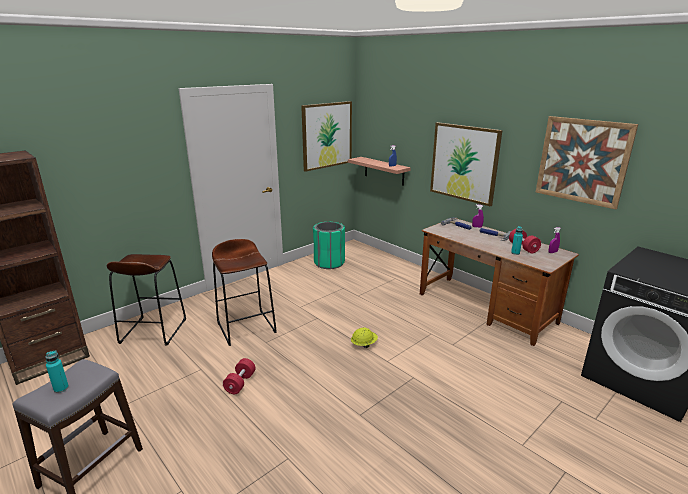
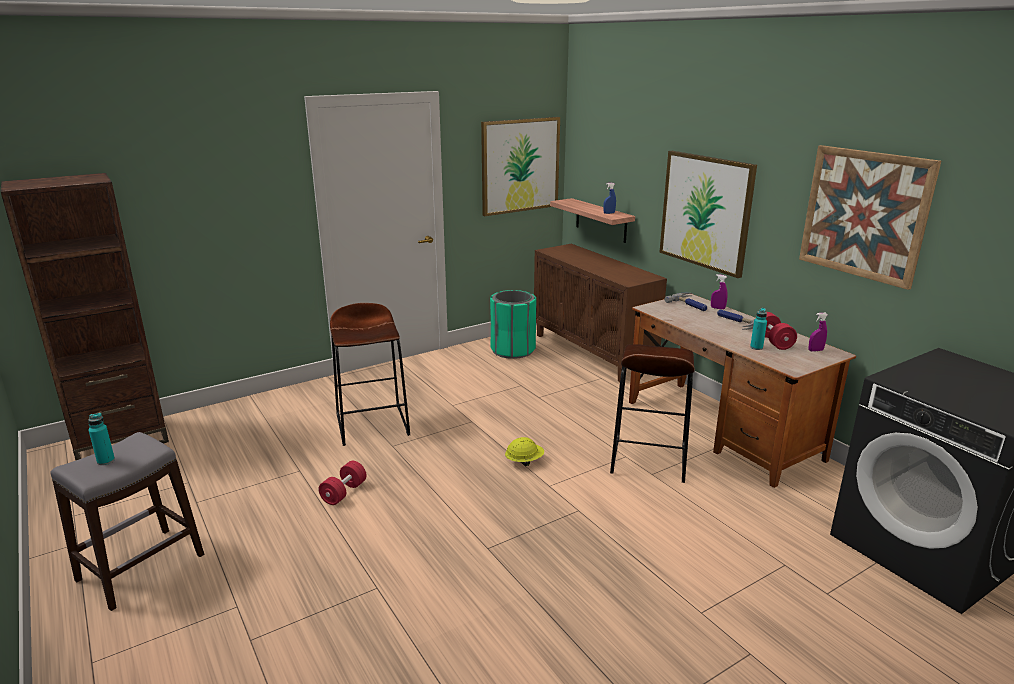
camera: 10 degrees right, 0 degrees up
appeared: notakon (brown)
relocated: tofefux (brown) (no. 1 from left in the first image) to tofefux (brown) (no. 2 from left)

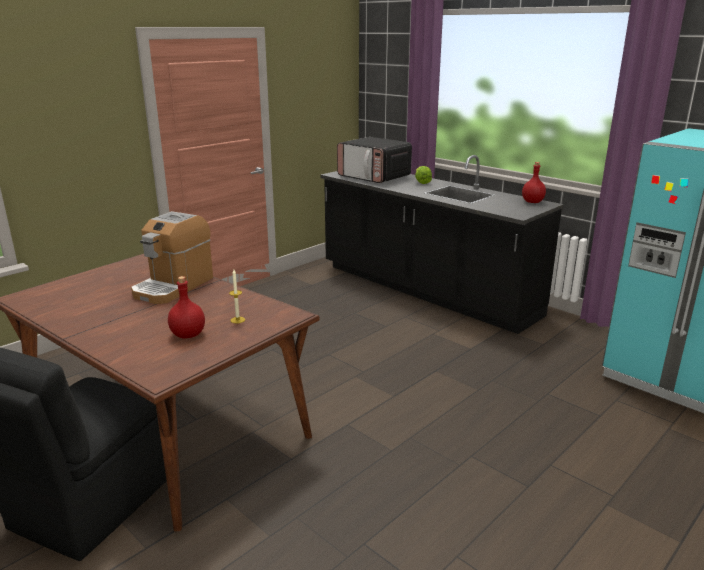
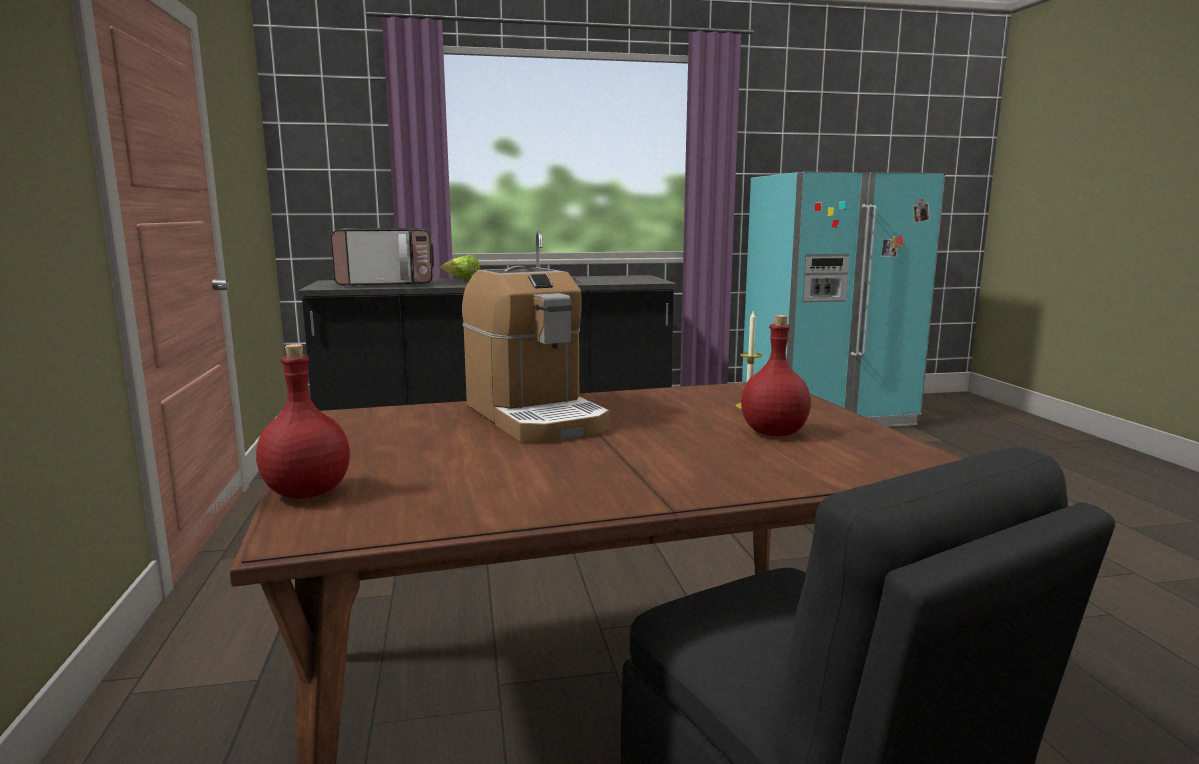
camera: 55 degrees left, 10 degrees down
relocated: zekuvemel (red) (no. 2 from left in the first image) to zekuvemel (red) (no. 1 from left)

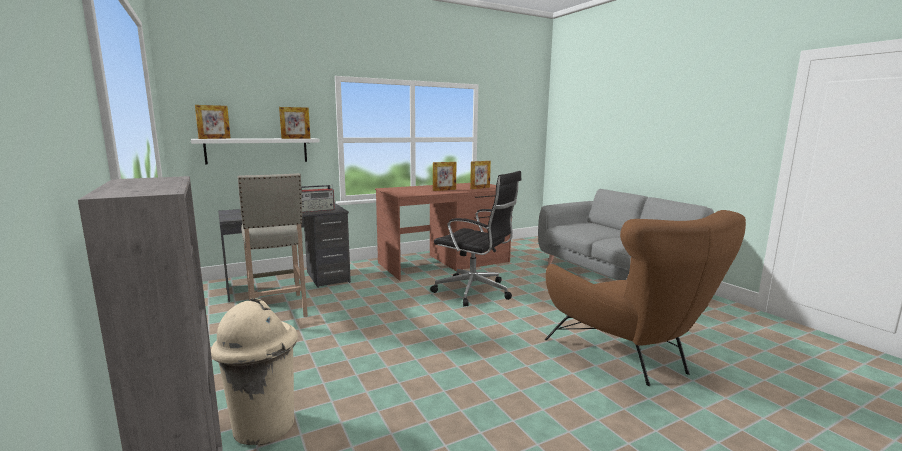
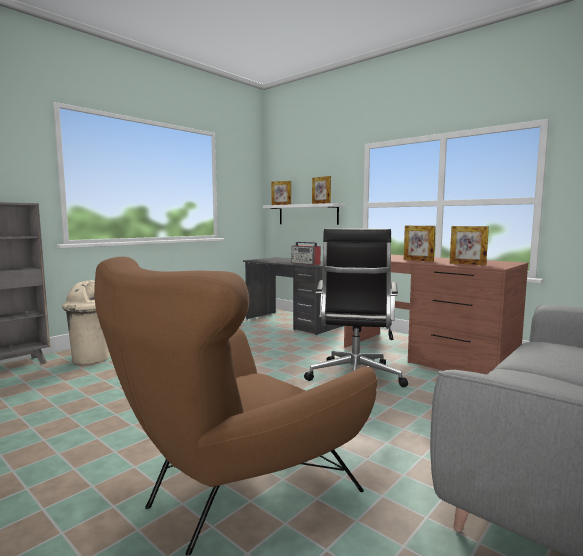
camera: 70 degrees right, 5 degrees down
missing: tofefux (beige)

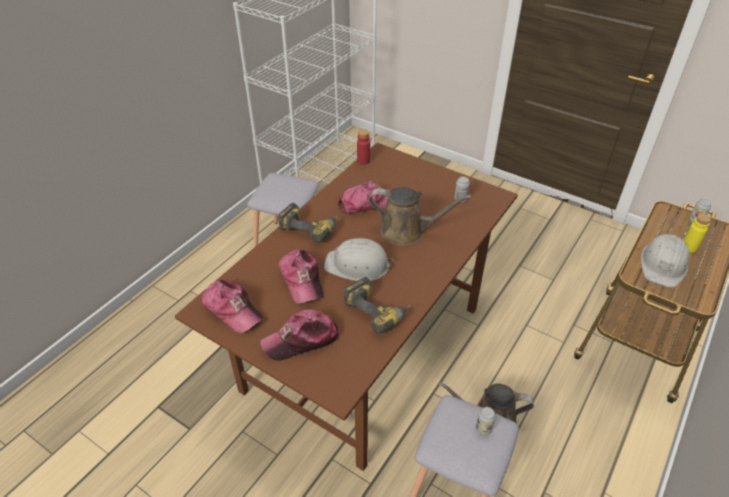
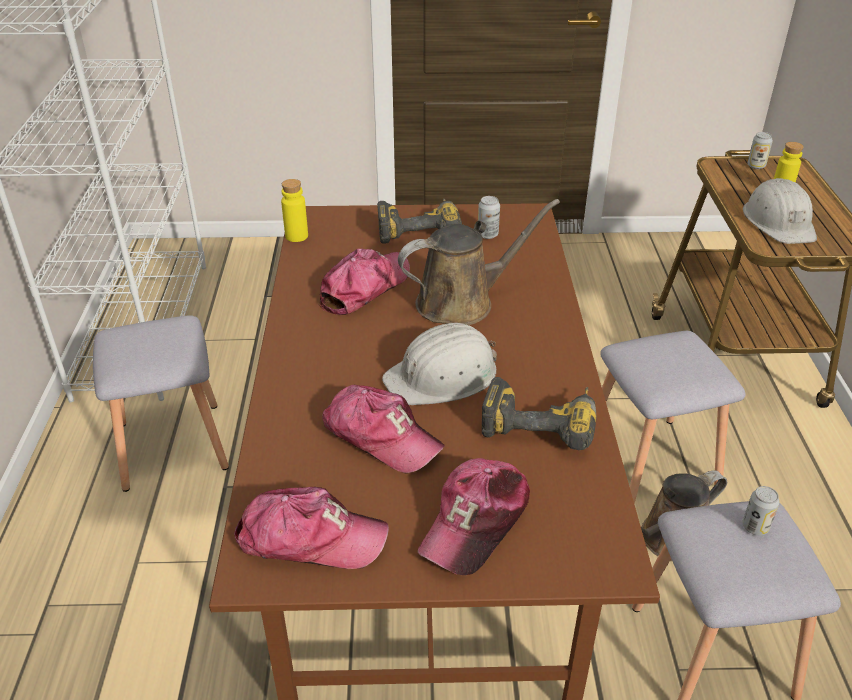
camera: 35 degrees left, 5 degrees down
appeared: tofefux (grey) (no. 2 from left)
relocated: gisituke (no. 1 from left)
colour: zekuvemel (red) to zekuvemel (yellow) (no. 1 from left)

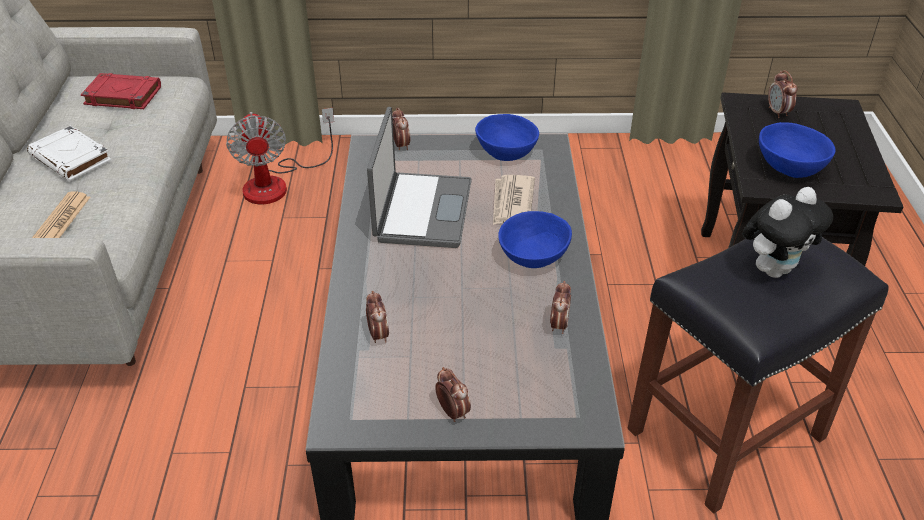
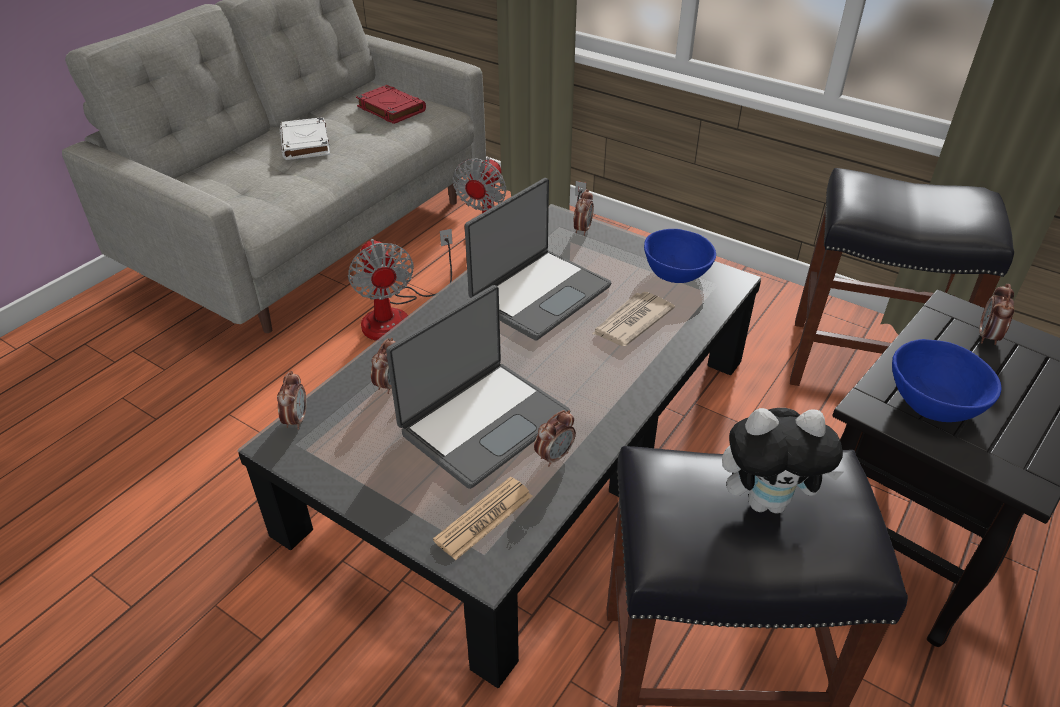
camera: 35 degrees right, 0 degrees up
missing: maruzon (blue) (no. 2 from left)
appeared: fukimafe (no. 1 from left); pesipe (no. 1 from left); tofefux (black) (no. 2 from left)
relocated: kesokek (no. 1 from left); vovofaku (no. 3 from left in the first image) to vovofaku (no. 1 from left)

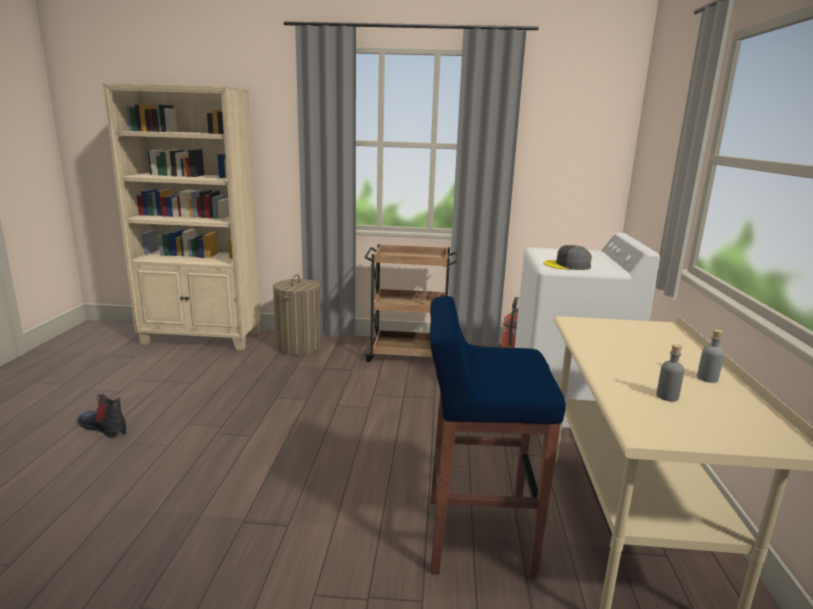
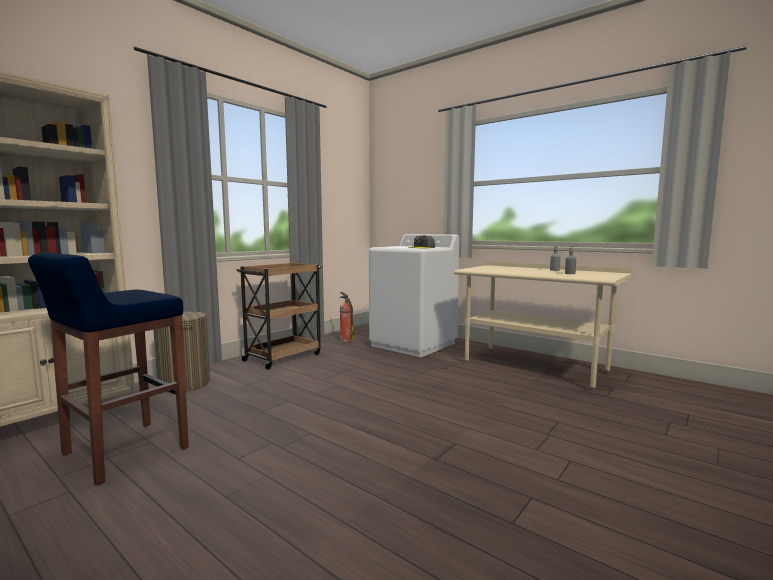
camera: 55 degrees left, 10 degrees down
missing: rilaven
relocated: tofefux (blue)

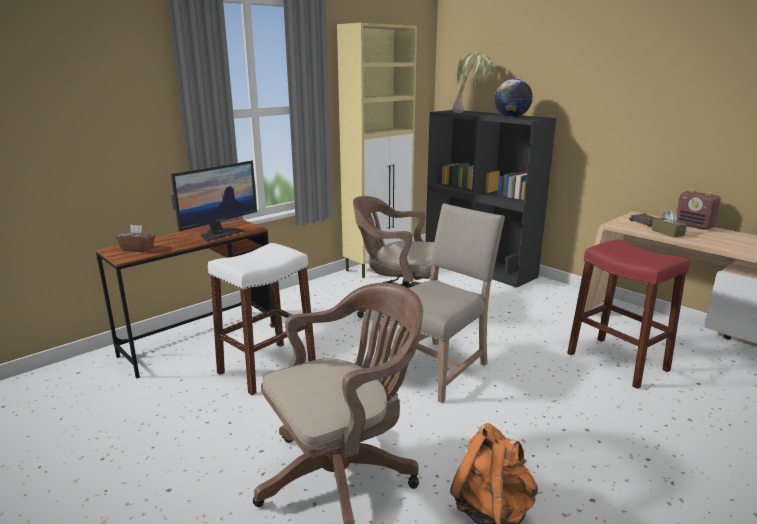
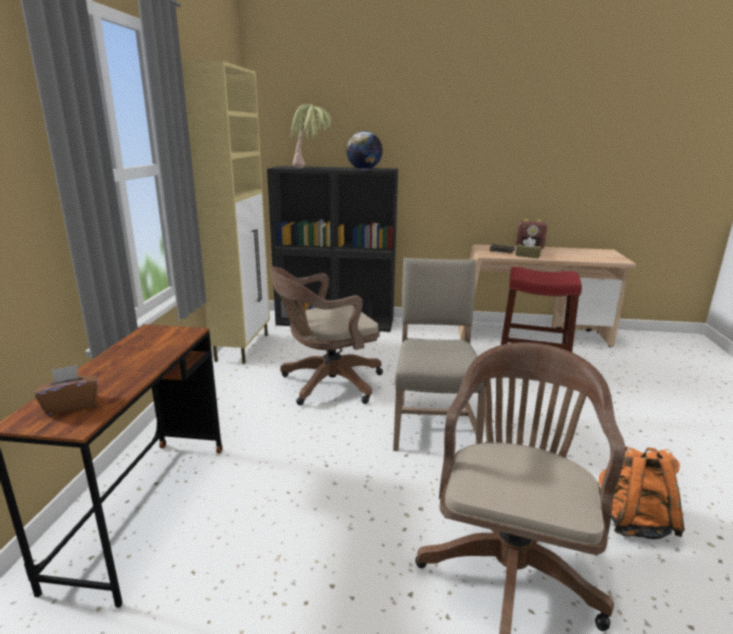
camera: 40 degrees left, 0 degrees up
missing: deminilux; tofefux (white)

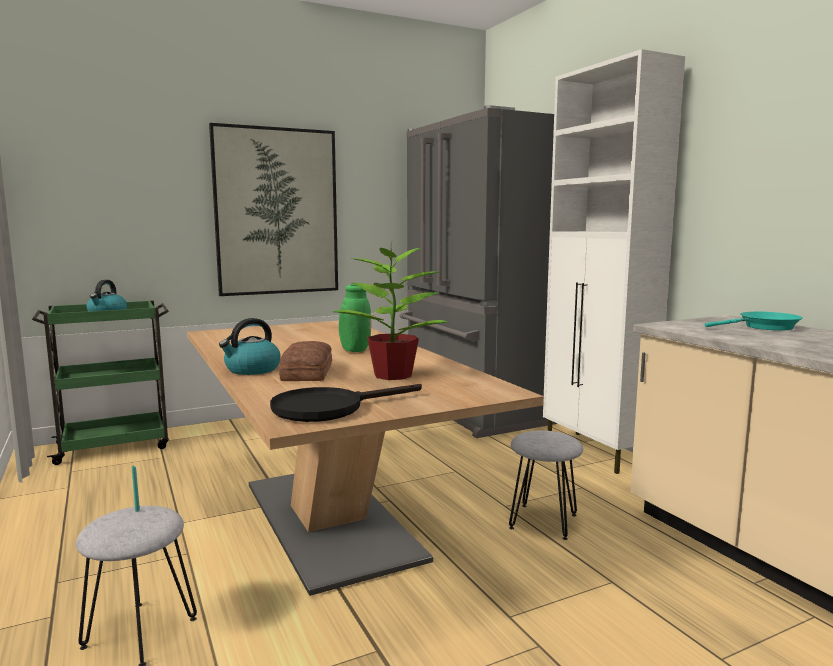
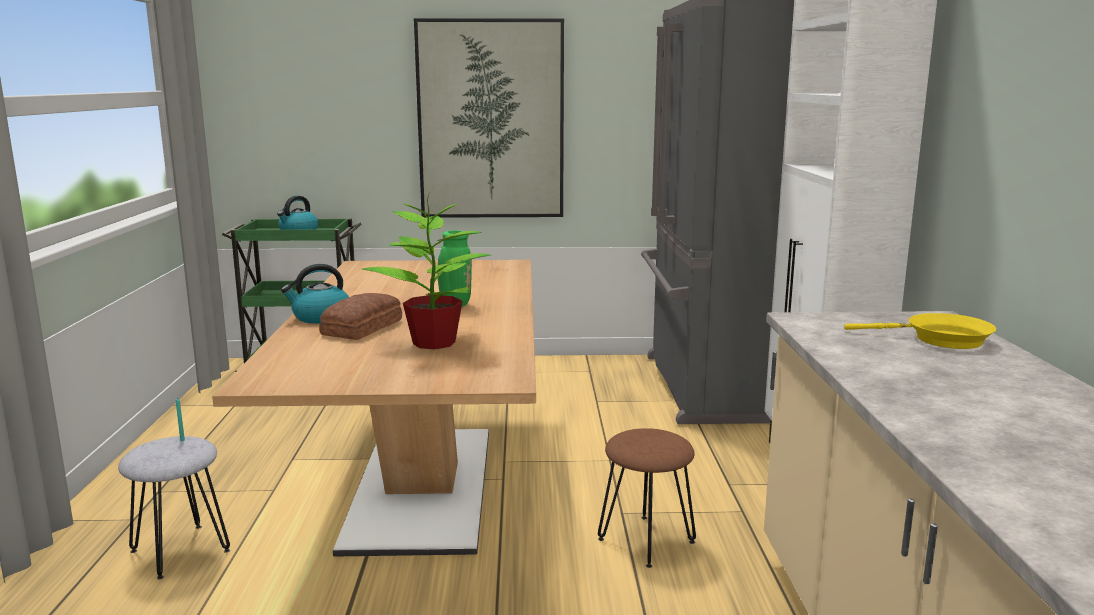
camera: 25 degrees right, 5 degrees up
missing: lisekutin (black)
colour: tofefux (grey) (no. 2 from left) to tofefux (brown); lisekutin (turquoise) to lisekutin (yellow)

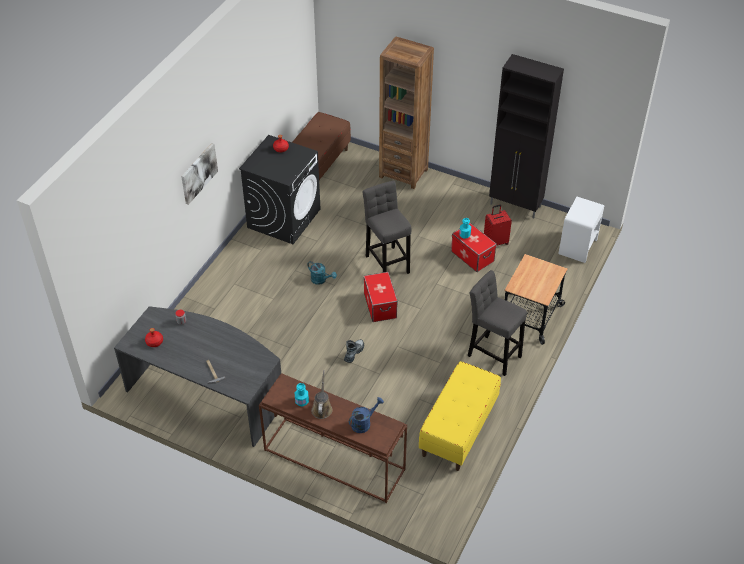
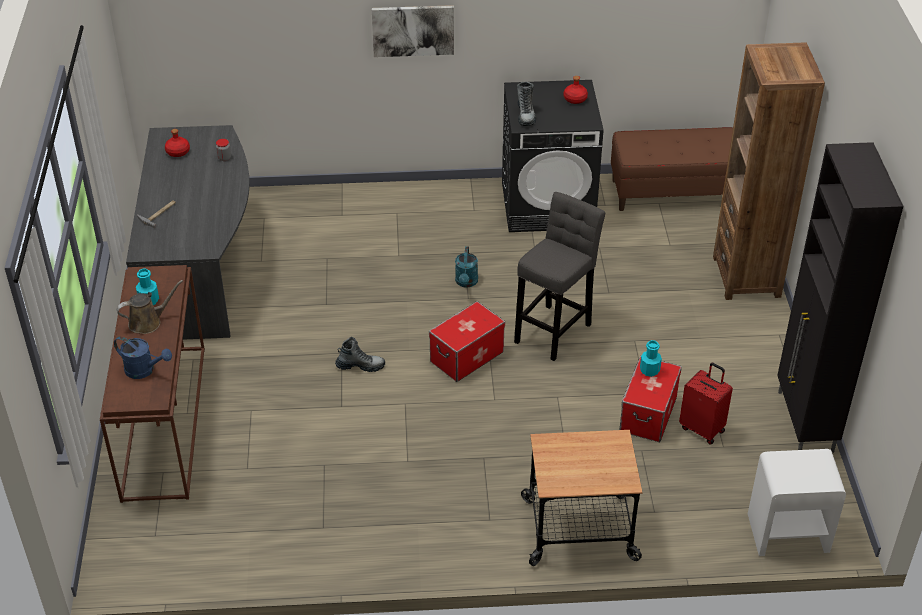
camera: 60 degrees right, 5 degrees down
missing: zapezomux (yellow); tofefux (grey) (no. 2 from left)
appeared: rilaven (no. 2 from left)

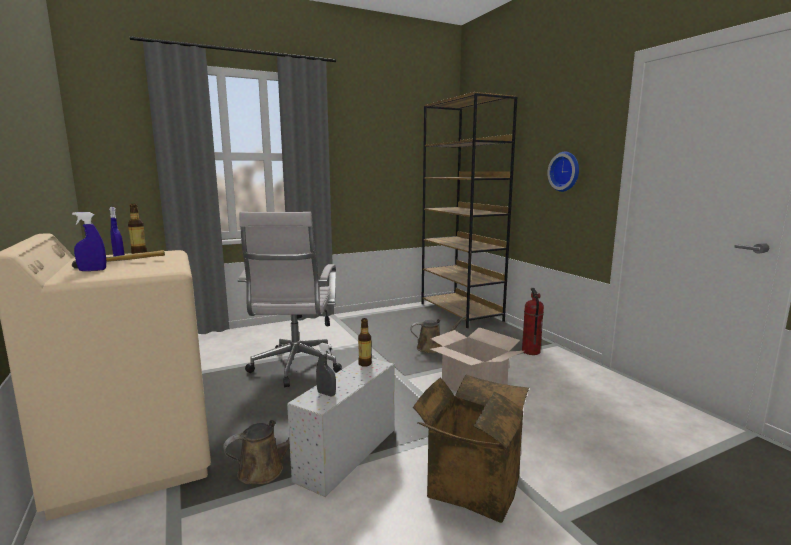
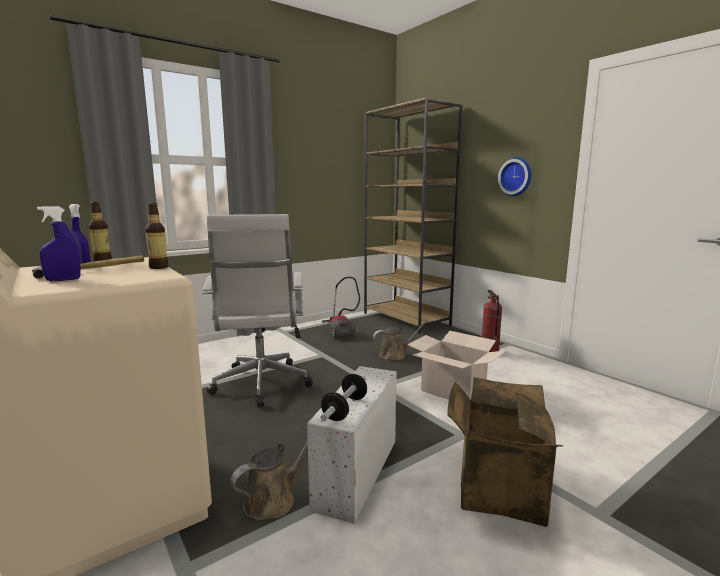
camera: 10 degrees left, 0 degrees up
appeared: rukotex
relocated: zekuvemel (no. 2 from left)
exchanged: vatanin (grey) to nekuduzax

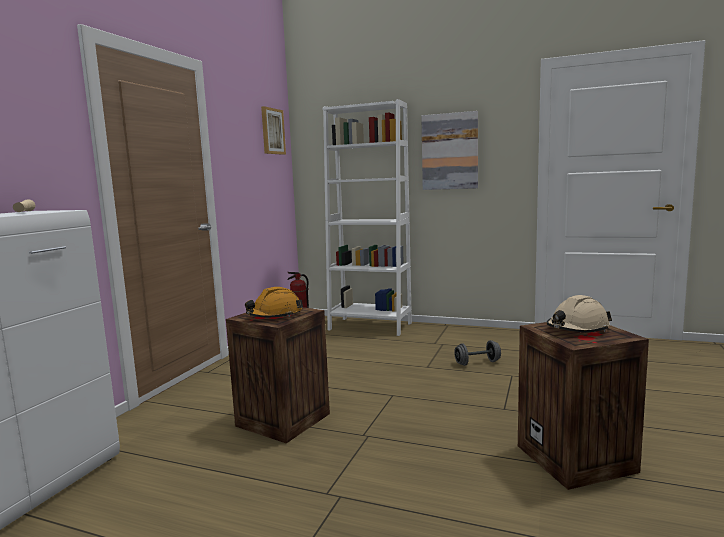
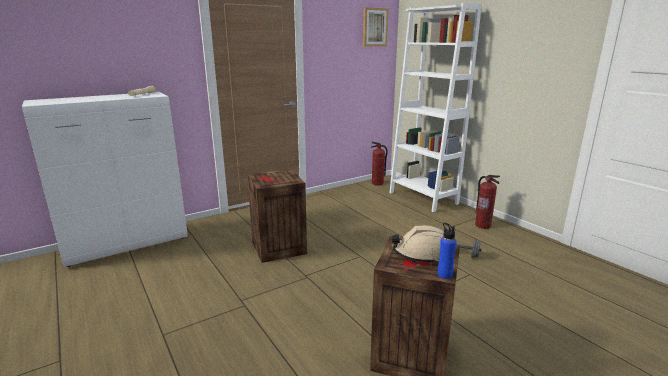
camera: 35 degrees right, 10 degrees up
missing: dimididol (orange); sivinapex (no. 2 from left)
appeared: zekuvemel (blue); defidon (no. 2 from left)

